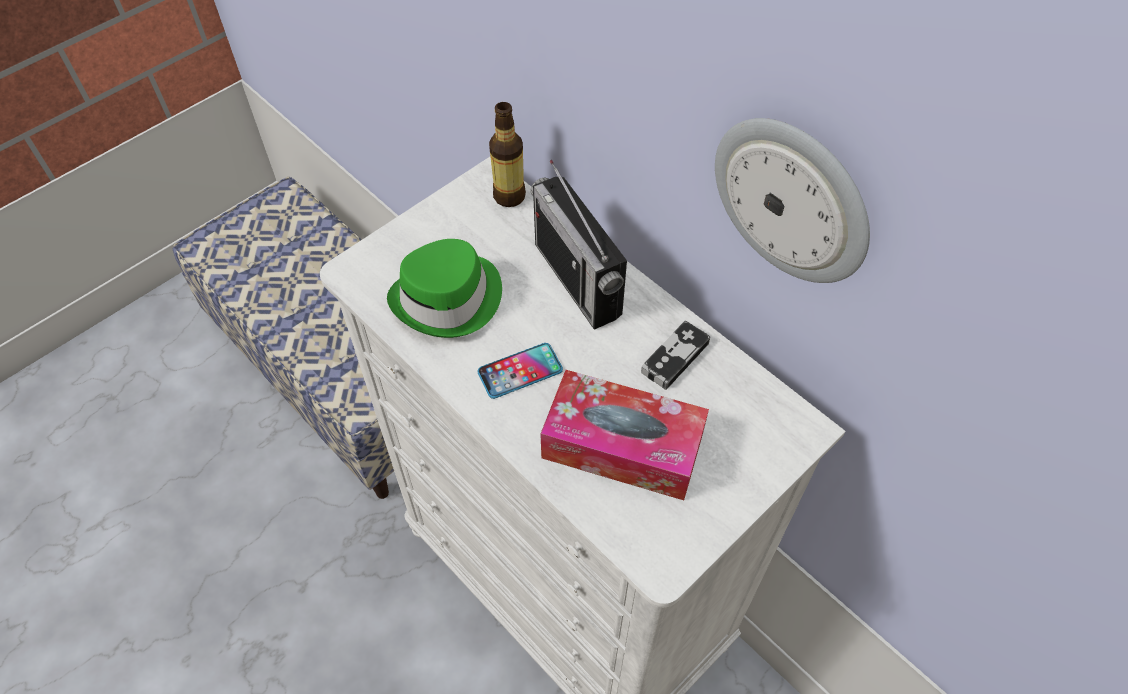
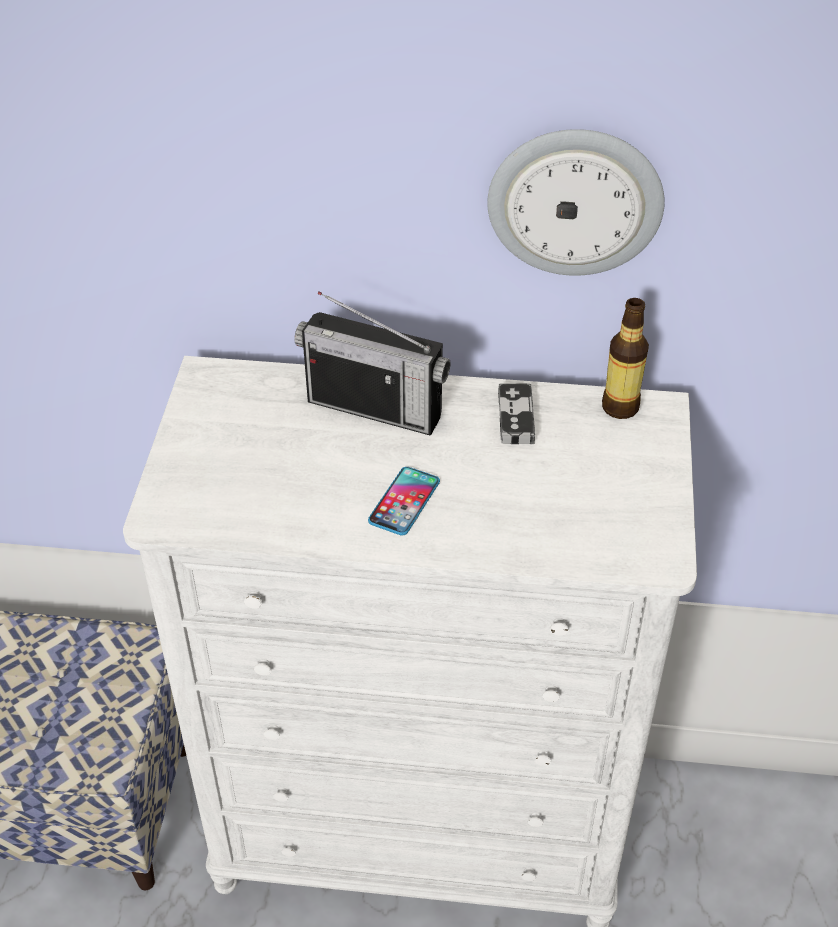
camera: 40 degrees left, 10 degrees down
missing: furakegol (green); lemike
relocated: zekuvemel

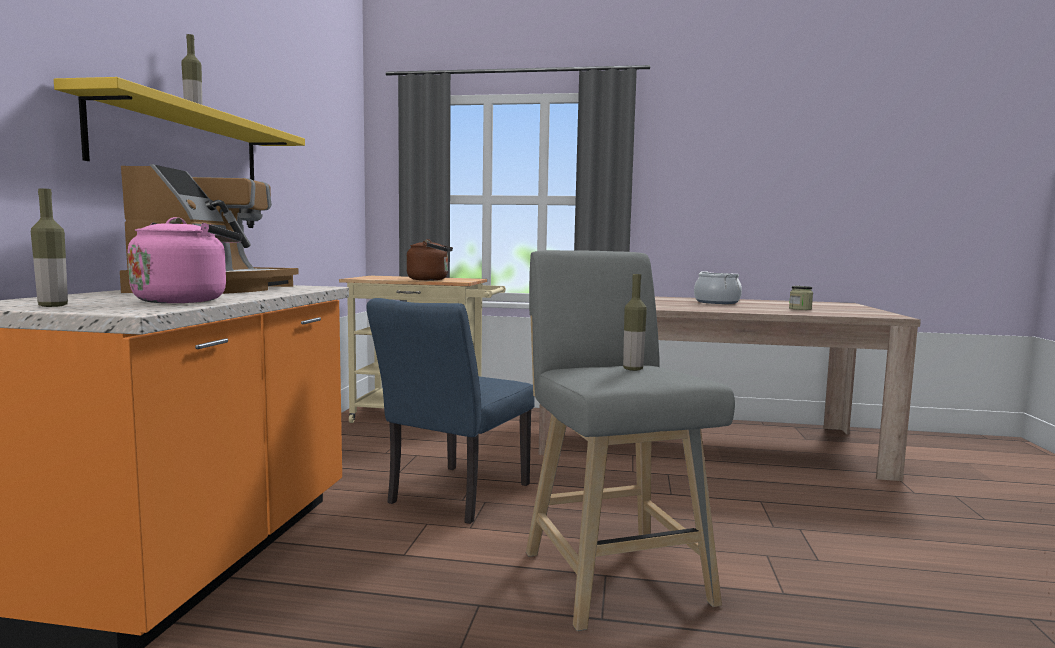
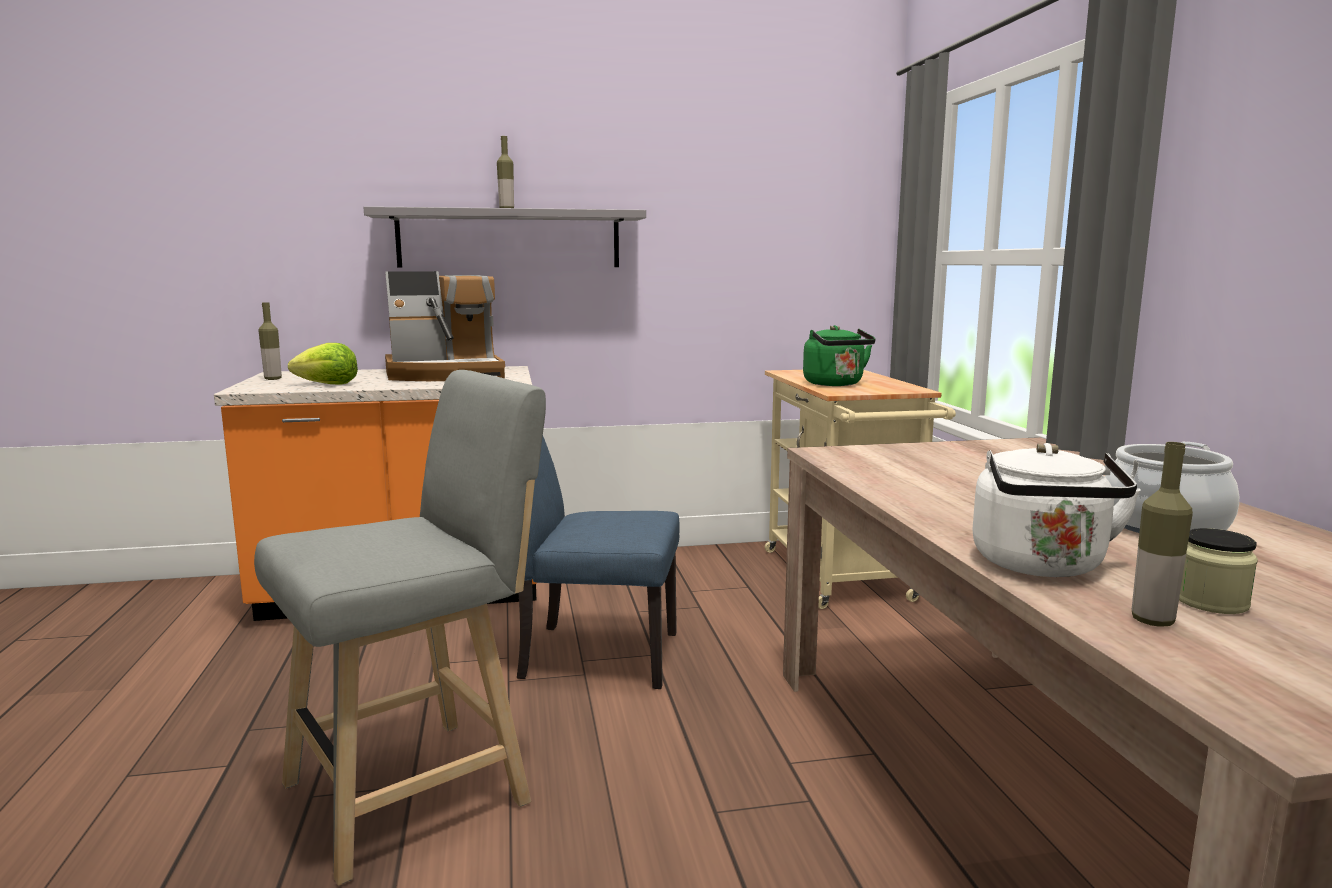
camera: 70 degrees right, 5 degrees up
appeared: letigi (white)
relocated: zekuvemel (no. 3 from left)
exchanged: letigi (pink) to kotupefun
colour: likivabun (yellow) to likivabun (grey); letigi (brown) to letigi (green)

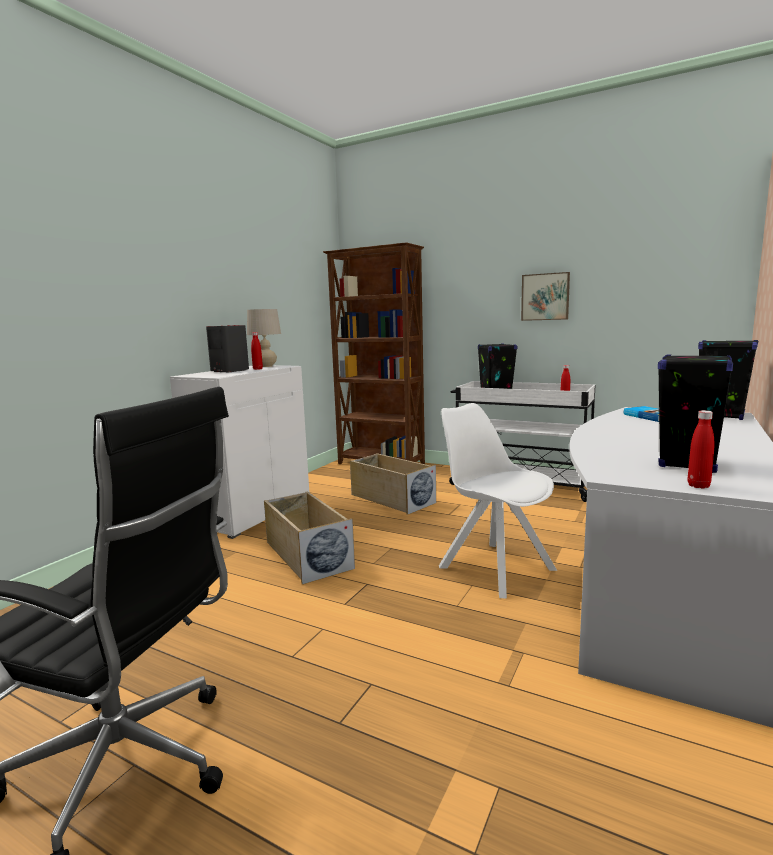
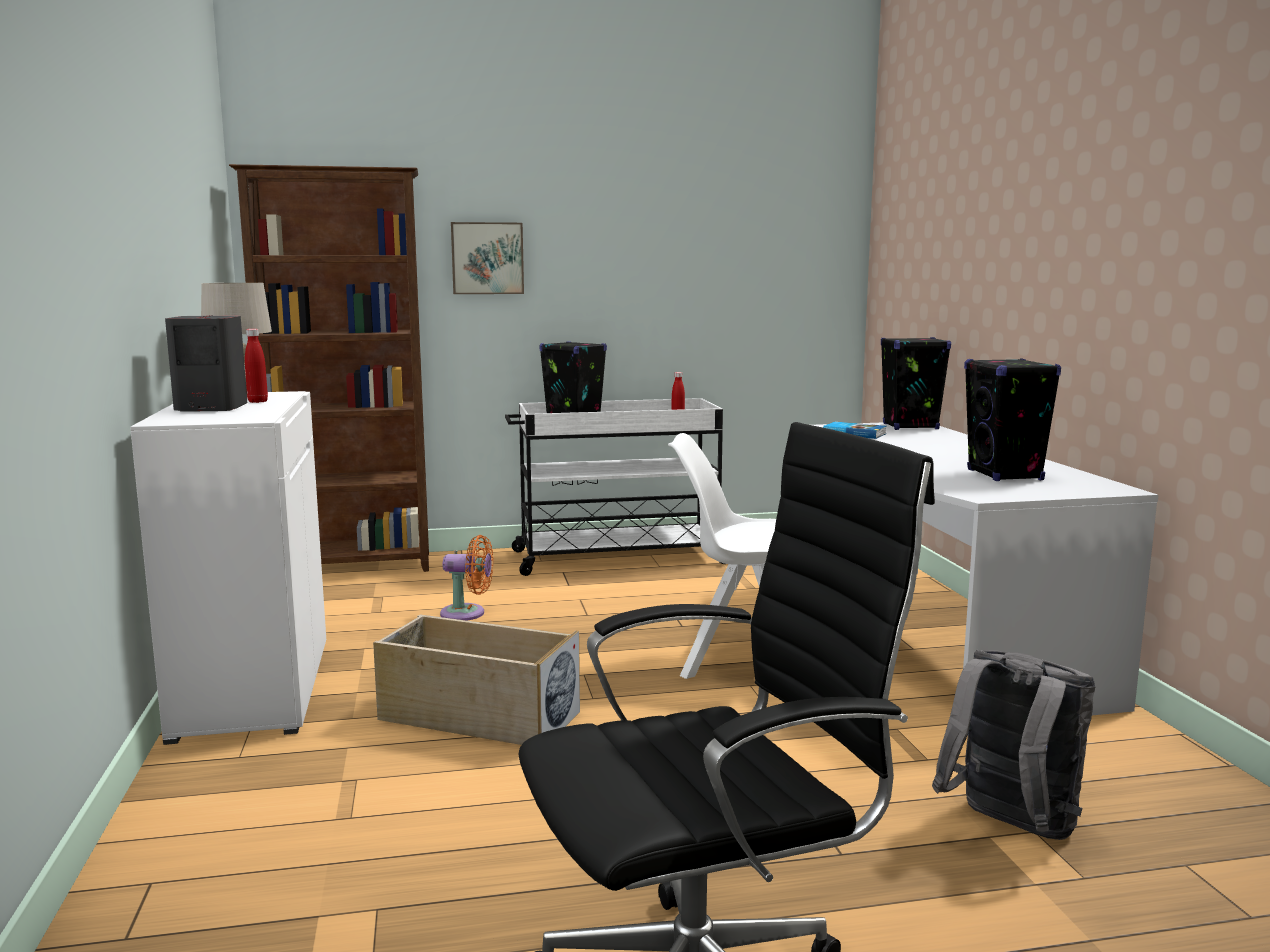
camera: 40 degrees left, 0 degrees up
missing: zekuvemel (red) (no. 3 from left)
appeared: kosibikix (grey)
relocated: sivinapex
exchanged: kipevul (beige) (no. 2 from left) to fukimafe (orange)

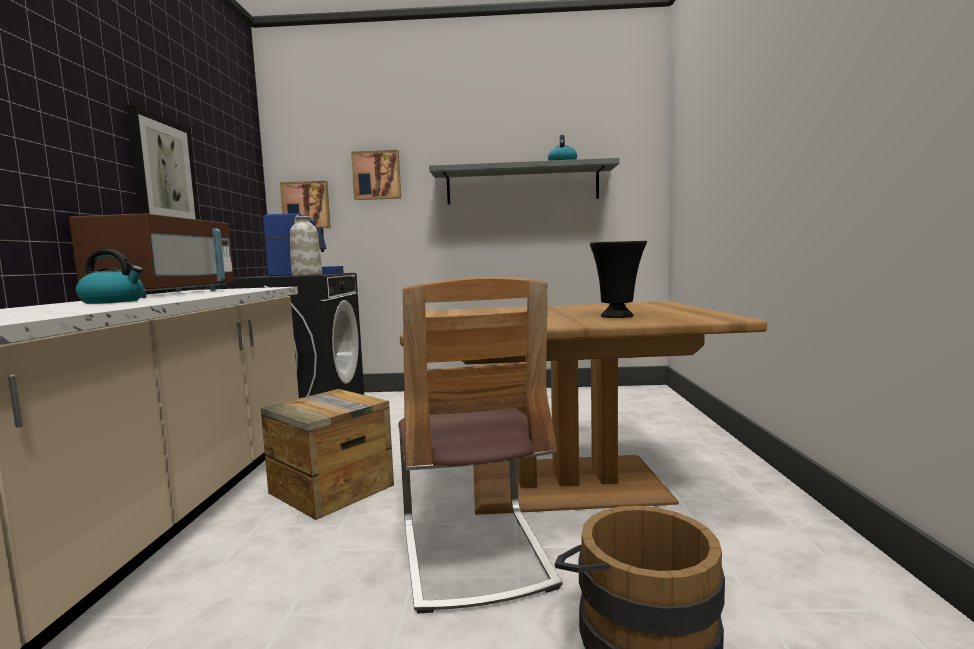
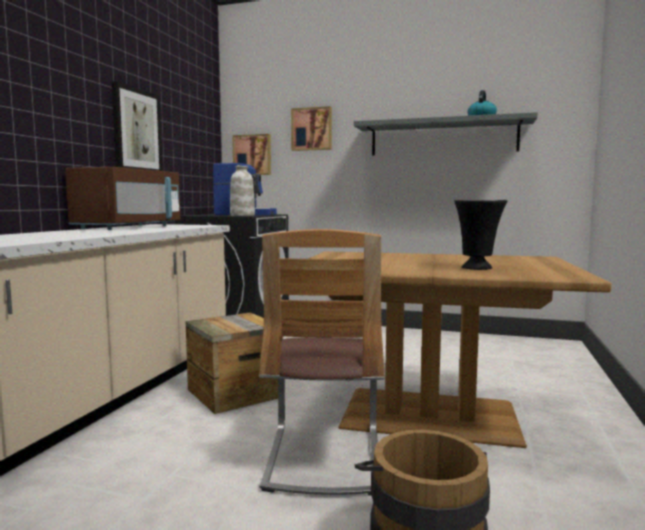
camera: 15 degrees right, 0 degrees up
missing: letigi (no. 1 from left)

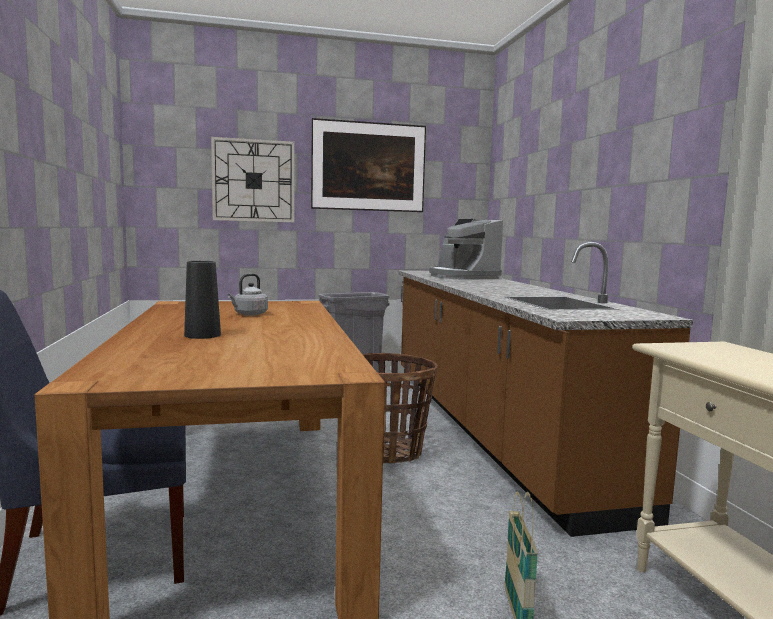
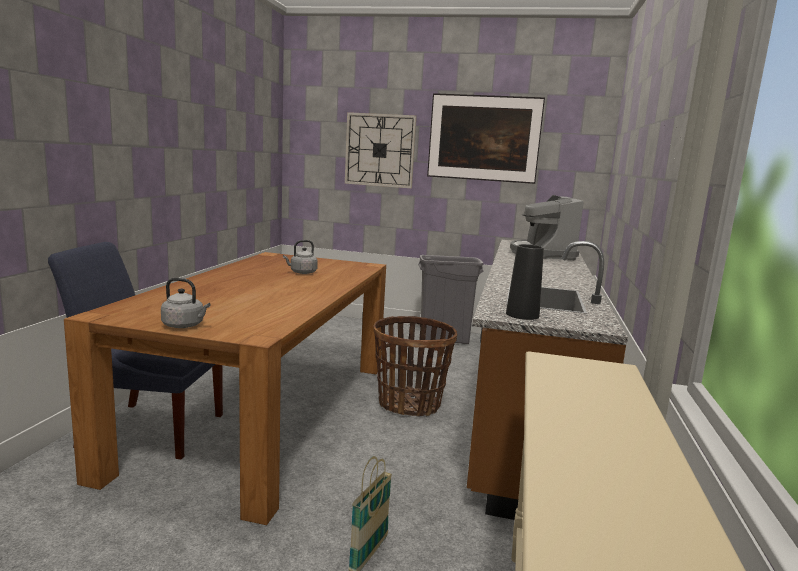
camera: 25 degrees right, 5 degrees up
appeared: letigi (grey) (no. 1 from left)
relocated: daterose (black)

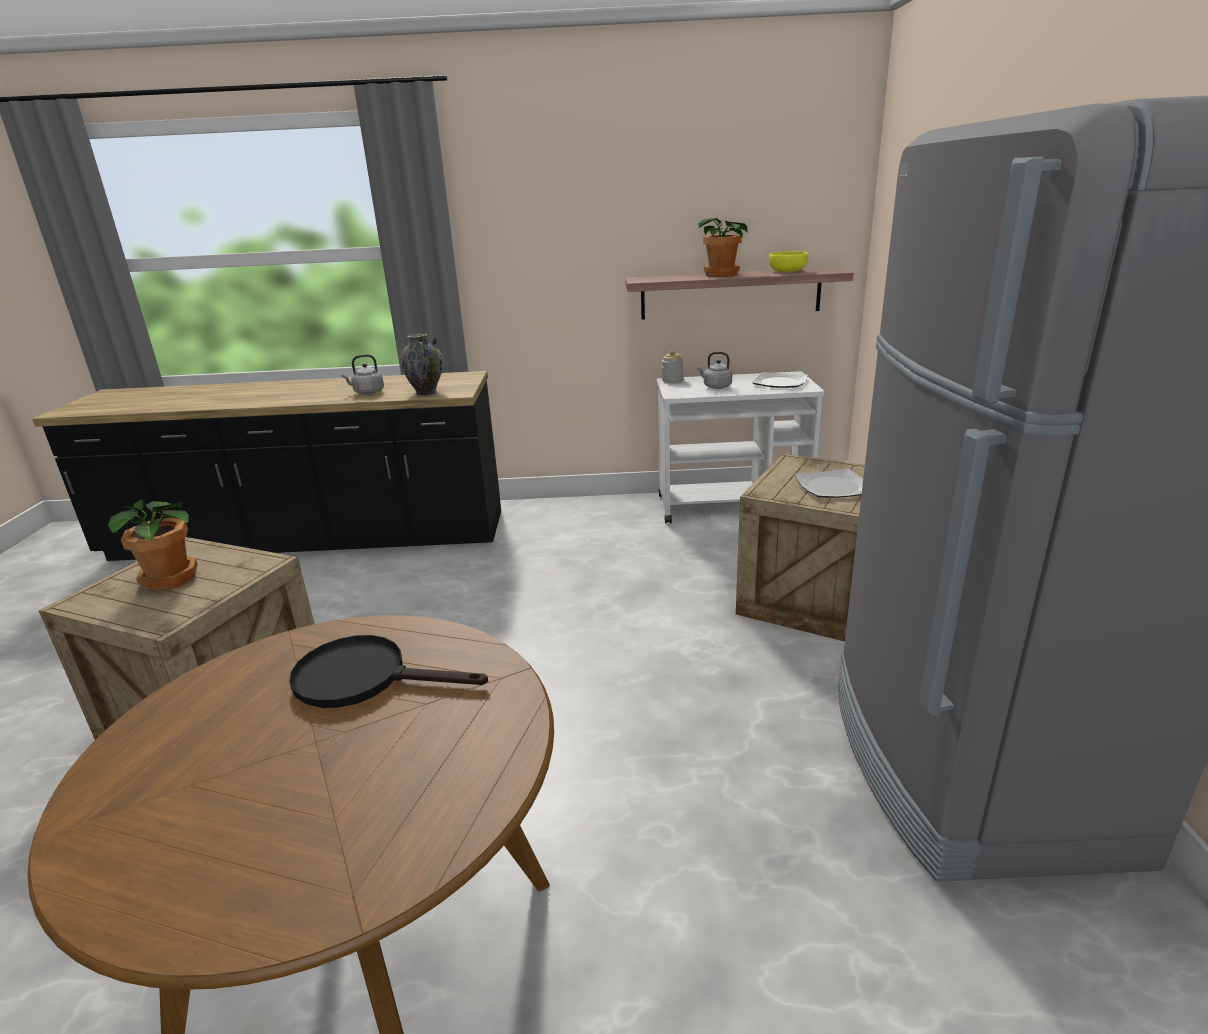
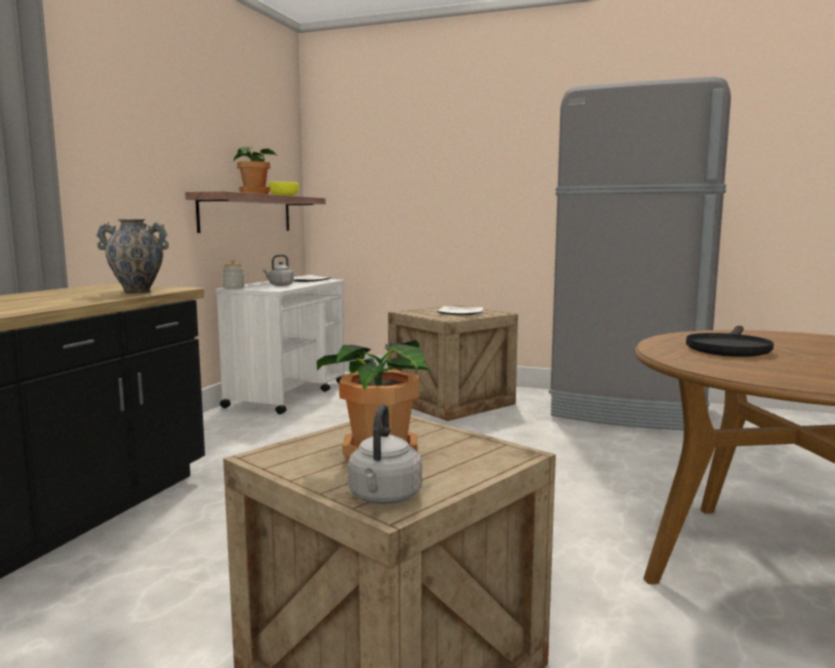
camera: 70 degrees left, 15 degrees down
relocated: letigi (grey) (no. 1 from left in the first image) to letigi (grey) (no. 2 from left)

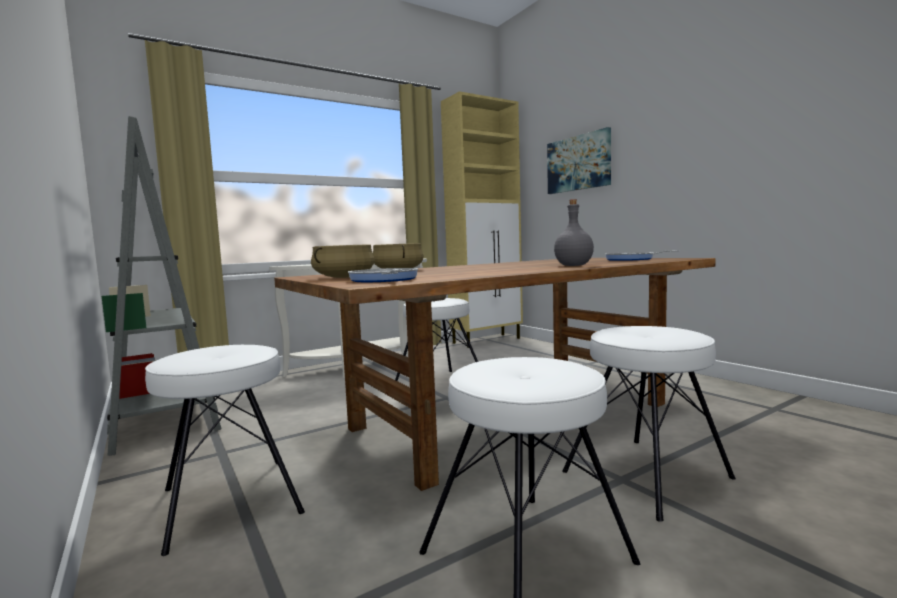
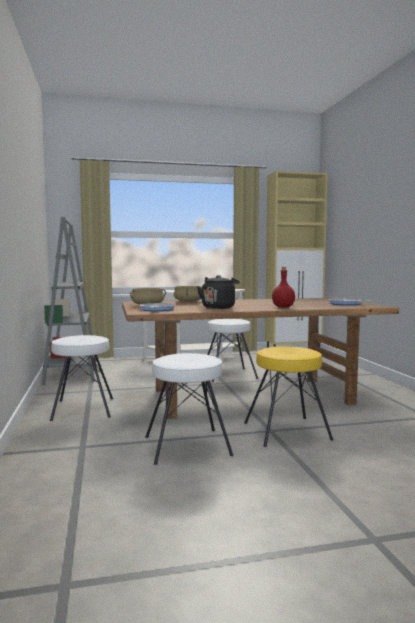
camera: 20 degrees right, 0 degrees up
missing: sivinapex
appeared: letigi (black)
colour: zekuvemel (grey) to zekuvemel (red); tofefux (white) (no. 4 from left) to tofefux (yellow)

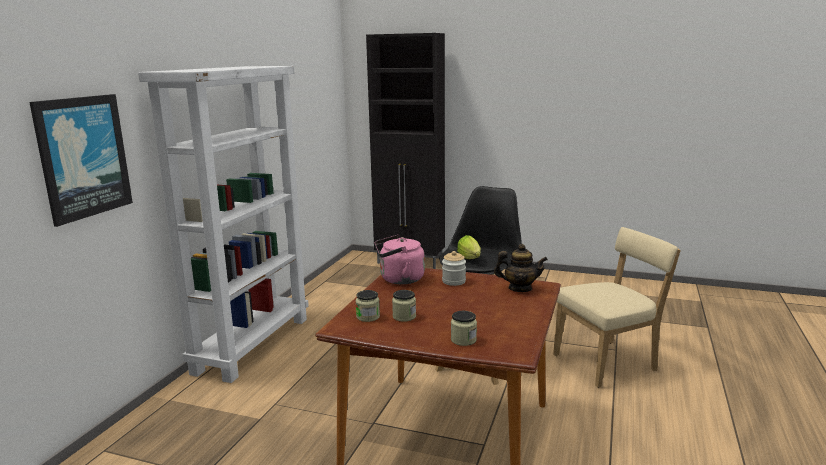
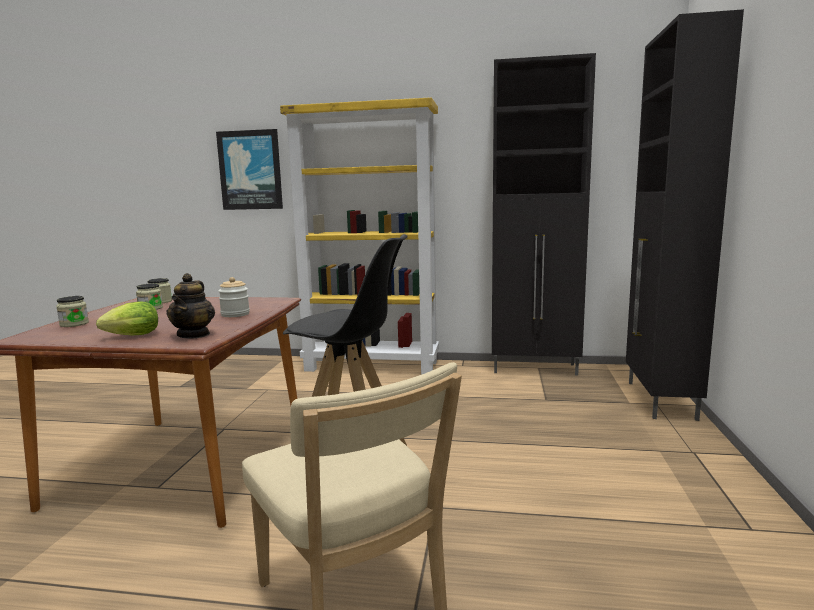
camera: 80 degrees right, 5 degrees down
missing: letigi (pink)
appeared: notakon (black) (no. 1 from left)
relocated: kotupefun
colour: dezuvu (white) to dezuvu (yellow)

